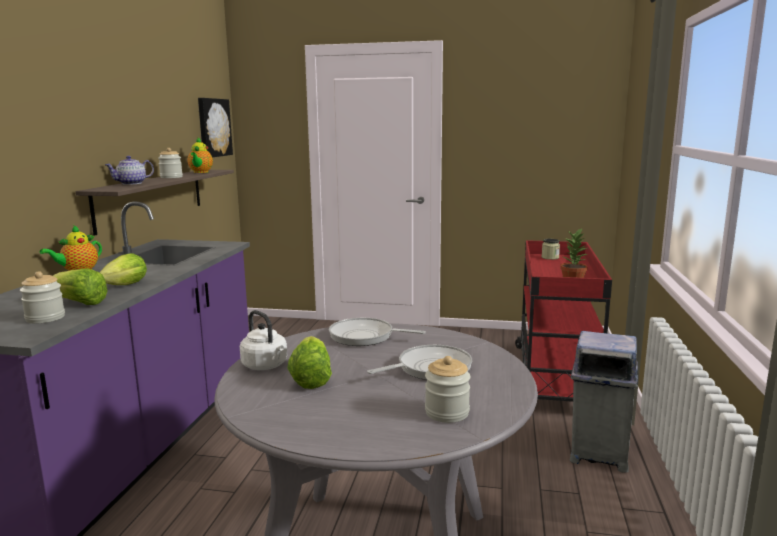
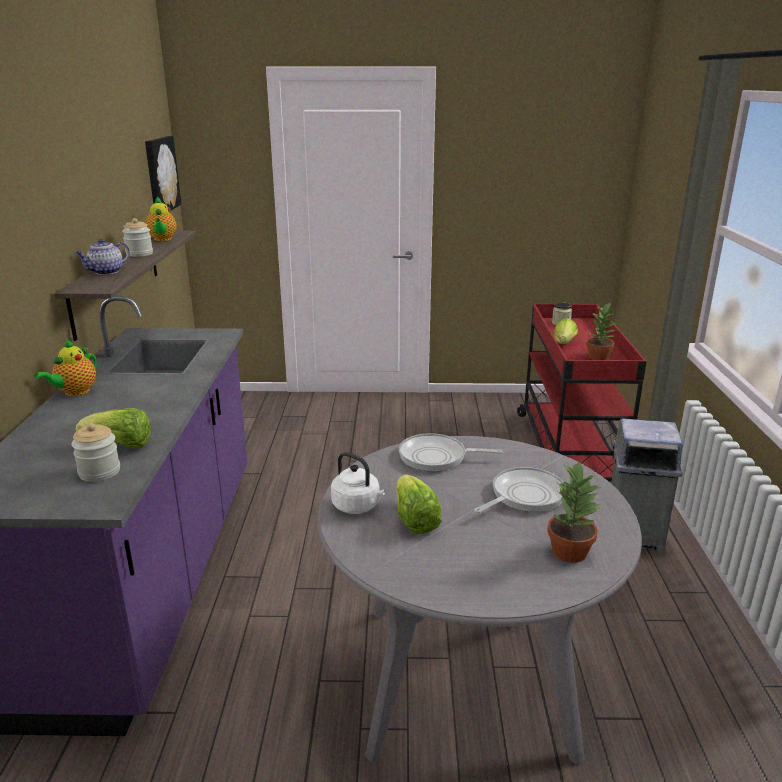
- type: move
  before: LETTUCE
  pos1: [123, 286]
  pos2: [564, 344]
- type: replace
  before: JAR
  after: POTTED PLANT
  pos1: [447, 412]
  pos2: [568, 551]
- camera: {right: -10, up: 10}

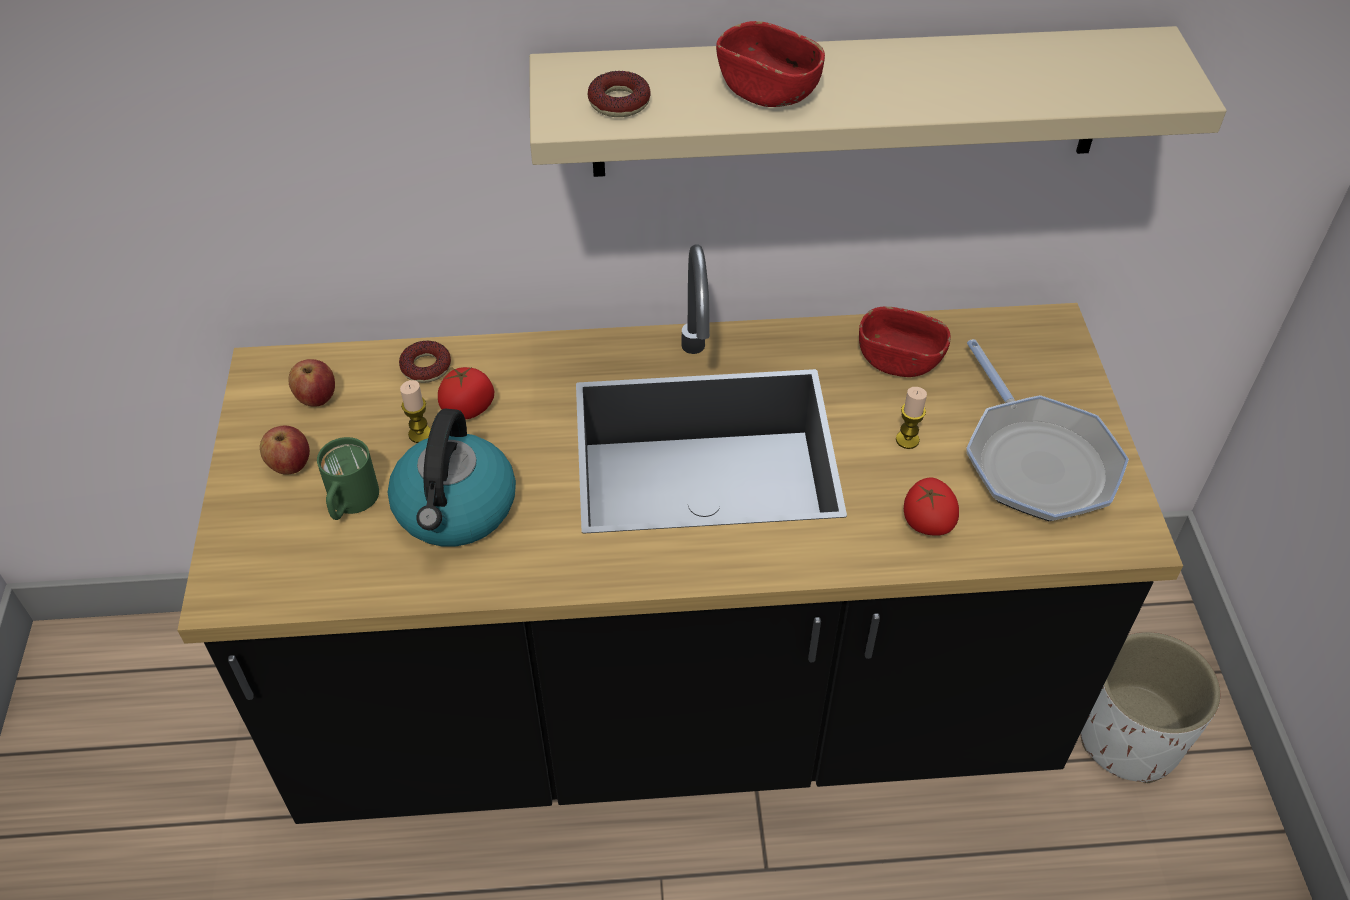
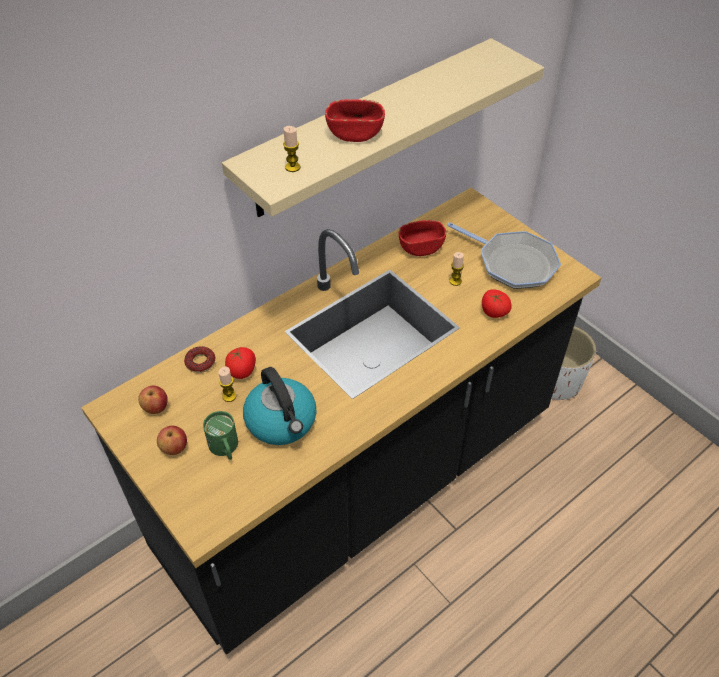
- type: replace
  before: DONUT
  after: CANDLE
  pos1: [619, 102]
  pos2: [292, 167]
- camera: {right: -35, up: 0}

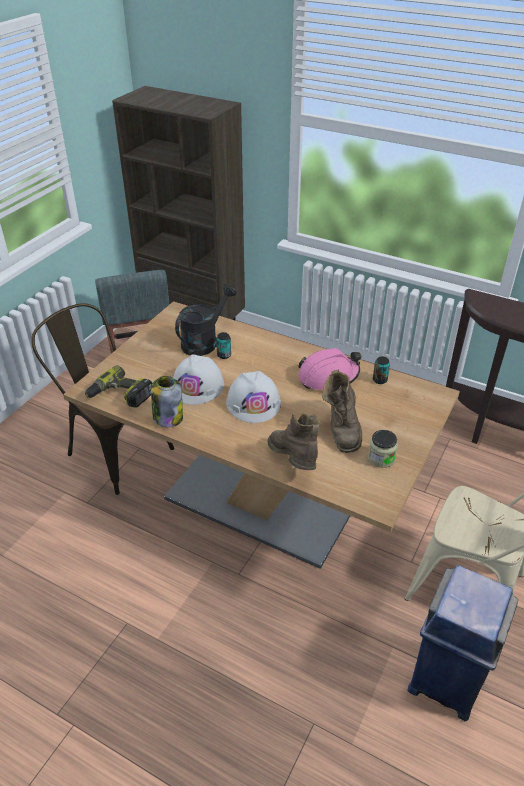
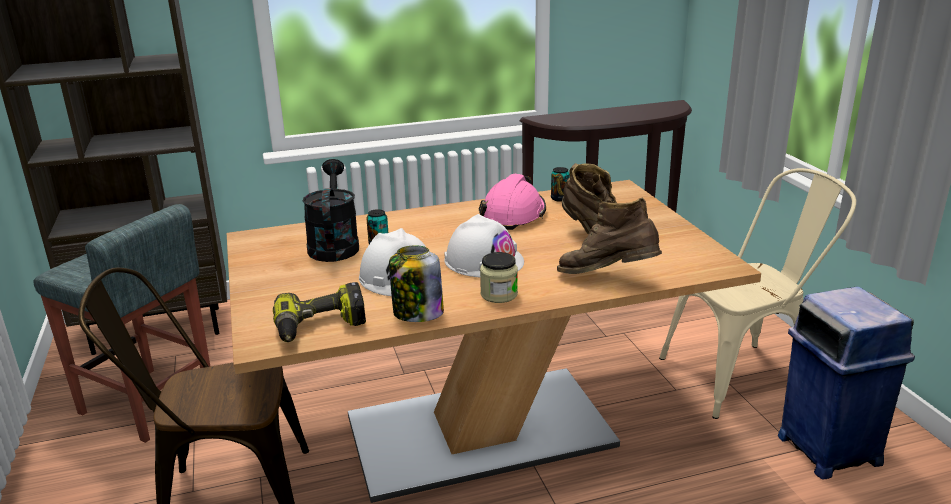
- type: move
  before: JAR
  pos1: [381, 458]
  pos2: [499, 294]
- camera: {right: -45, up: -15}

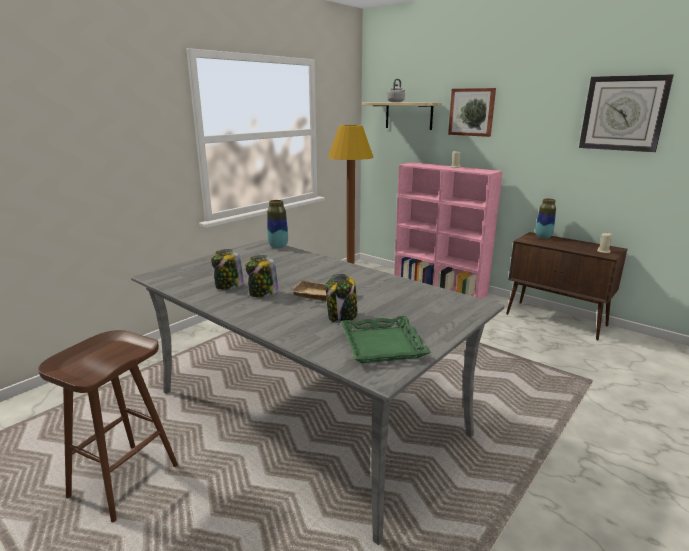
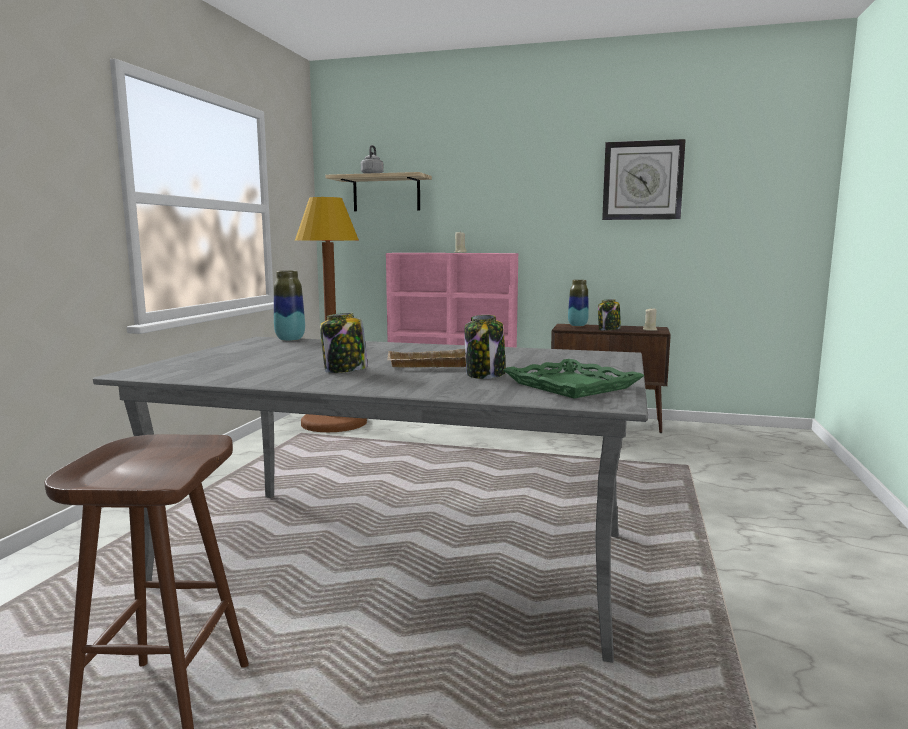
- type: move
  before: JAR
  pos1: [229, 286]
  pos2: [609, 329]
- type: delete
  before: PICTURE
  pos1: [472, 112]
- camera: {right: -25, up: -10}

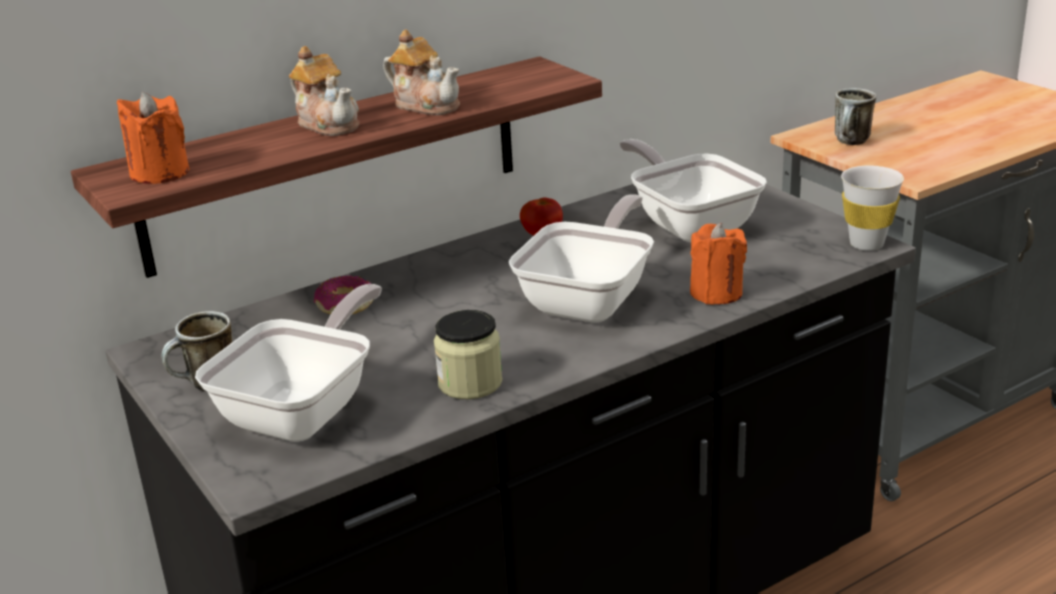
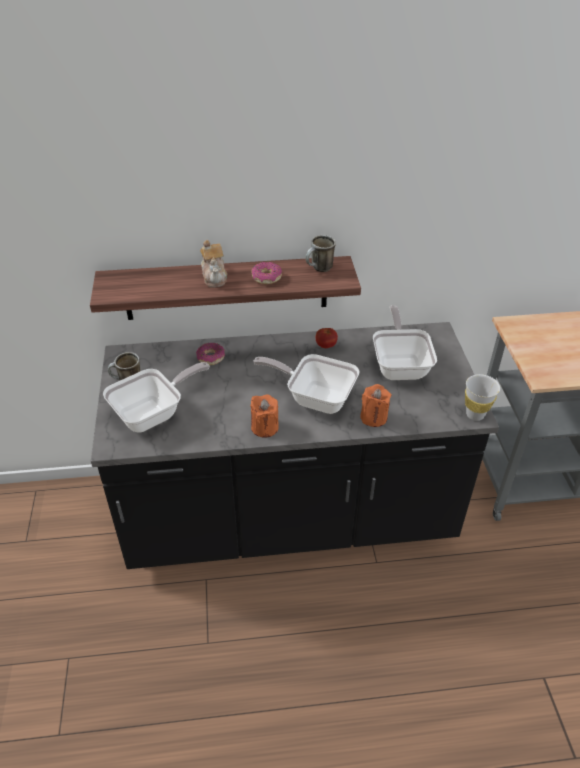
- type: move
  before: ORANGE CANDLE
  pos1: [160, 173]
  pos2: [264, 427]
- type: replace
  before: TEAPOT
  after: DONUT
  pos1: [426, 105]
  pos2: [266, 278]
- type: delete
  before: JAR
  pos1: [470, 383]
- type: rotate
  before: FRYING PAN
  pos1: [591, 299]
  pos2: [315, 397]
  turn: -120
- type: move
  before: MUG
  pos1: [852, 143]
  pos2: [319, 269]
- camera: {right: 25, up: 15}

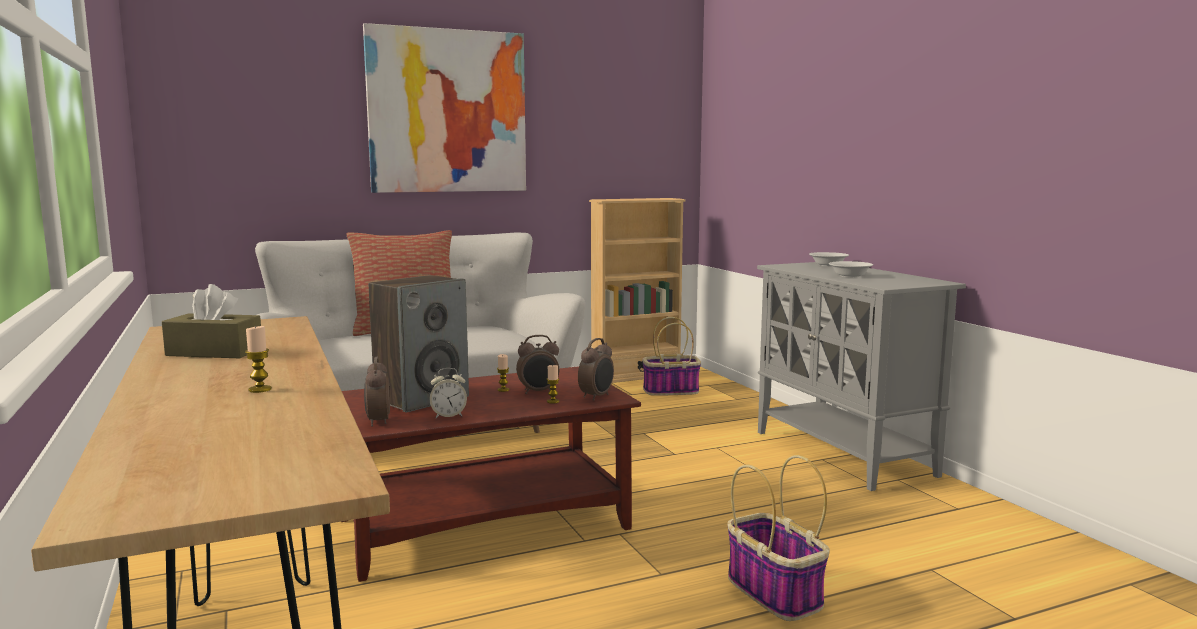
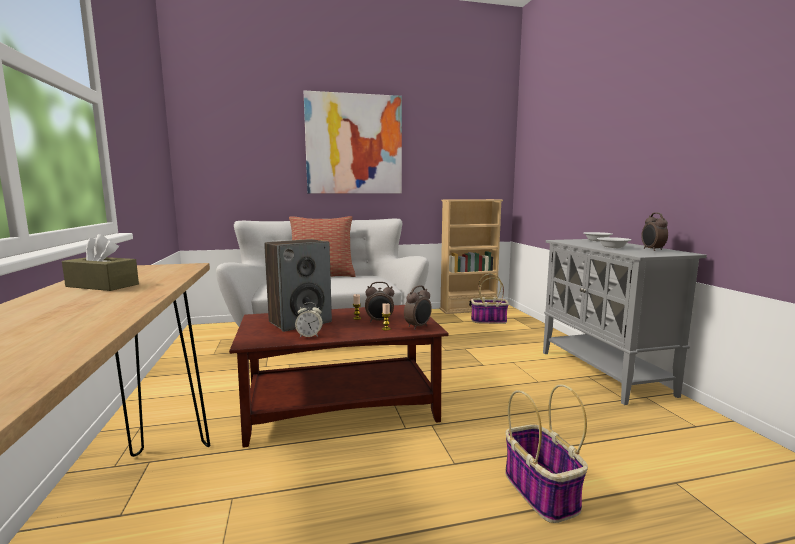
- type: delete
  before: CANDLE
  pos1: [260, 389]
- type: move
  before: ALARM CLOCK
  pos1: [378, 422]
  pos2: [652, 250]
- camera: {right: 10, up: 0}

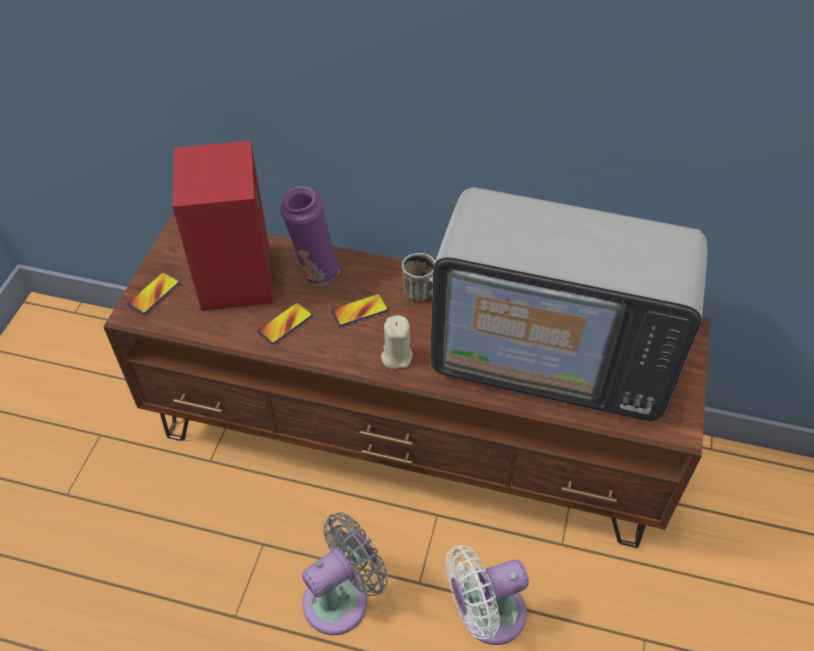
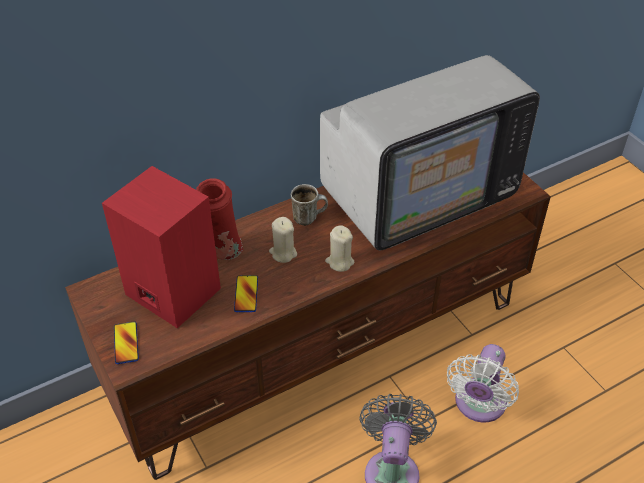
- type: recolor
  before: PURPLE VASE
  after: RED VASE
  pos1: [315, 271]
  pos2: [223, 251]
- type: replace
  before: PHONE
  after: BEIGE CANDLE
  pos1: [359, 311]
  pos2: [283, 253]
- camera: {right: -45, up: -5}

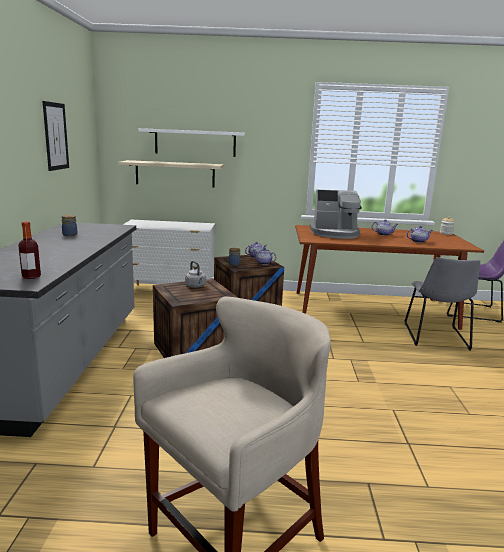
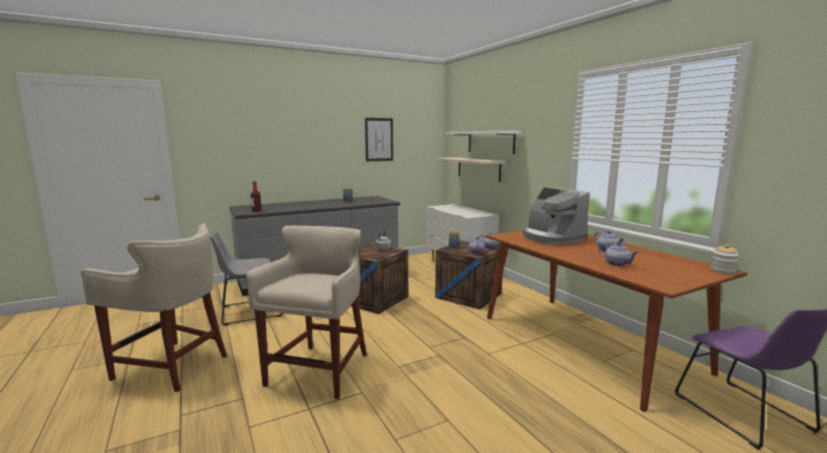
- type: move
  before: GREY CHAIR
  pos1: [436, 337]
  pos2: [248, 311]
- type: insert
  after: BEIGE STOOL
  pos2: [319, 371]
- camera: {right: 60, up: -5}

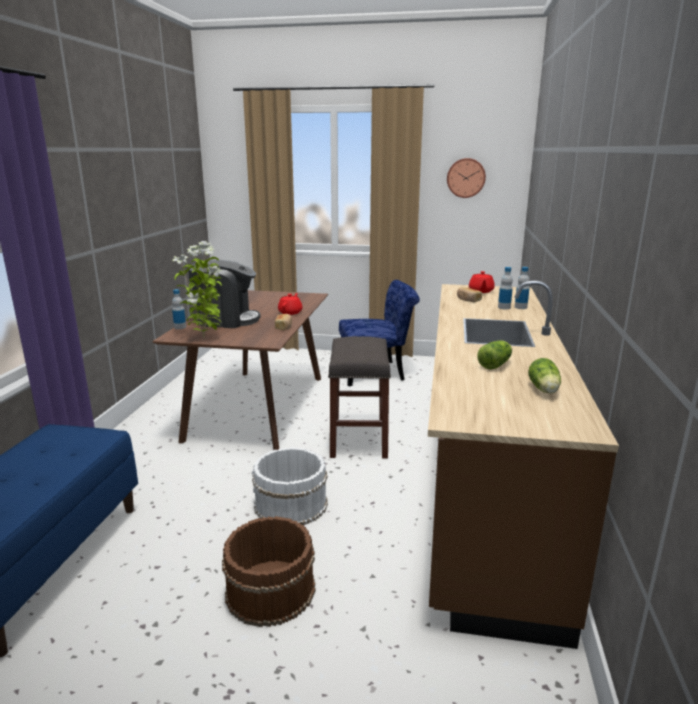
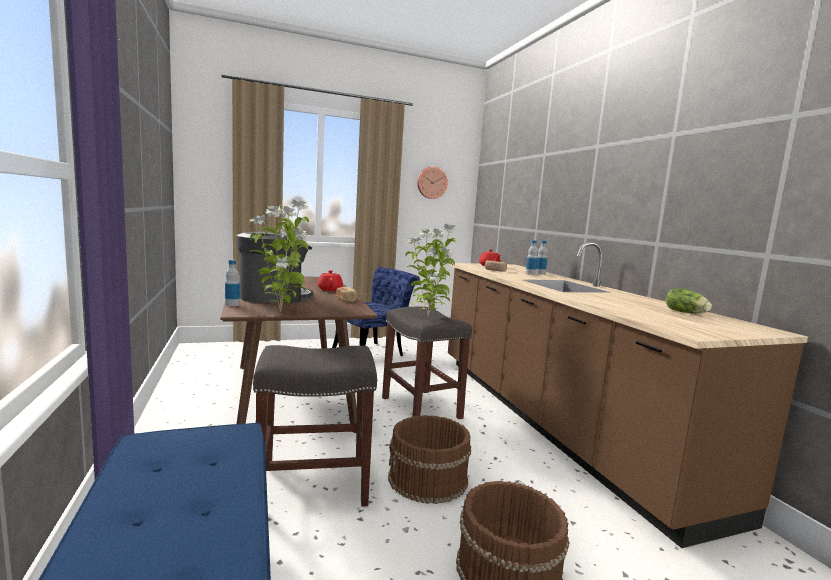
- type: recolor
  before: WHITE BUCKET
  after: BROWN BUCKET
  pos1: [290, 505]
  pos2: [428, 479]
- type: delete
  before: LETTUCE
  pos1: [496, 364]
- type: insert
  after: GREY STOOL
  pos2: [312, 485]
- type: insert
  after: POTTED PLANT
  pos2: [428, 317]
- camera: {right: -30, up: -10}

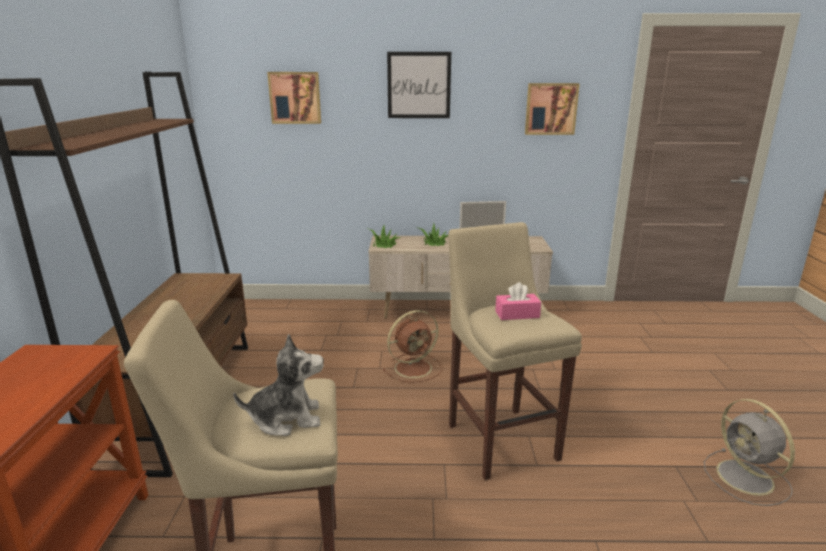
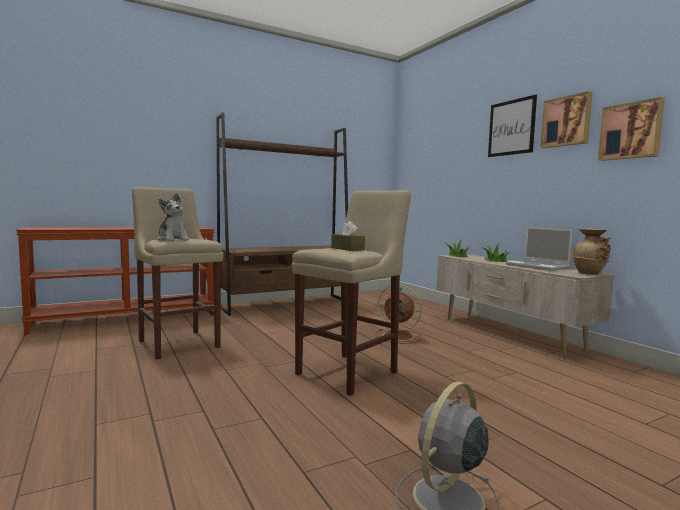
- type: move
  before: PICTURE
  pos1: [295, 97]
  pos2: [566, 121]
- type: recolor
  before: PINK TISSUE BOX
  after: BROWN TISSUE BOX
  pos1: [517, 314]
  pos2: [347, 249]
- type: insert
  after: BEIGE VASE
  pos2: [590, 273]
- camera: {right: 60, up: -15}

